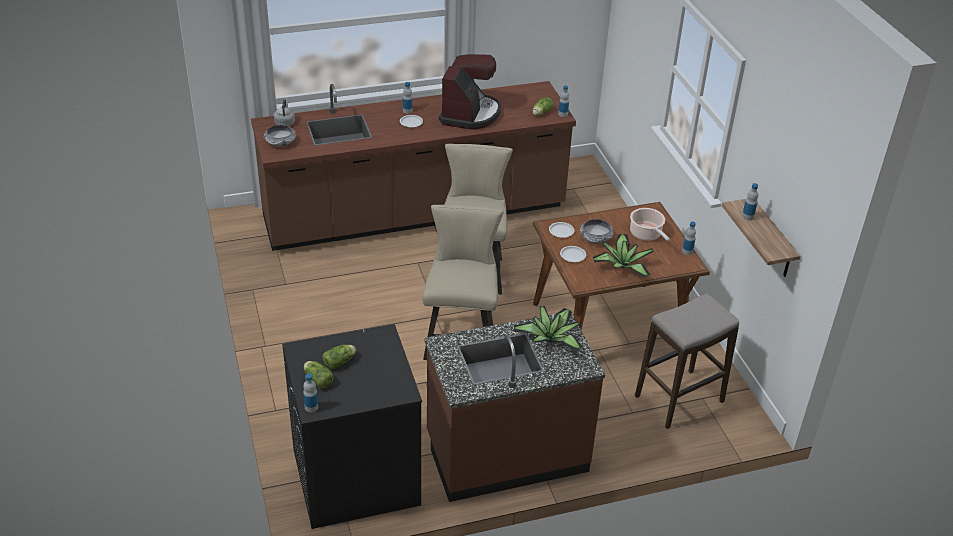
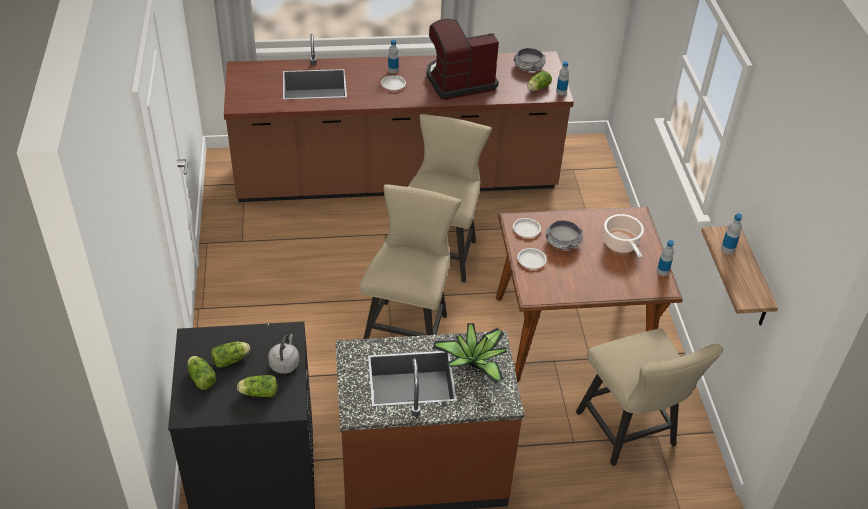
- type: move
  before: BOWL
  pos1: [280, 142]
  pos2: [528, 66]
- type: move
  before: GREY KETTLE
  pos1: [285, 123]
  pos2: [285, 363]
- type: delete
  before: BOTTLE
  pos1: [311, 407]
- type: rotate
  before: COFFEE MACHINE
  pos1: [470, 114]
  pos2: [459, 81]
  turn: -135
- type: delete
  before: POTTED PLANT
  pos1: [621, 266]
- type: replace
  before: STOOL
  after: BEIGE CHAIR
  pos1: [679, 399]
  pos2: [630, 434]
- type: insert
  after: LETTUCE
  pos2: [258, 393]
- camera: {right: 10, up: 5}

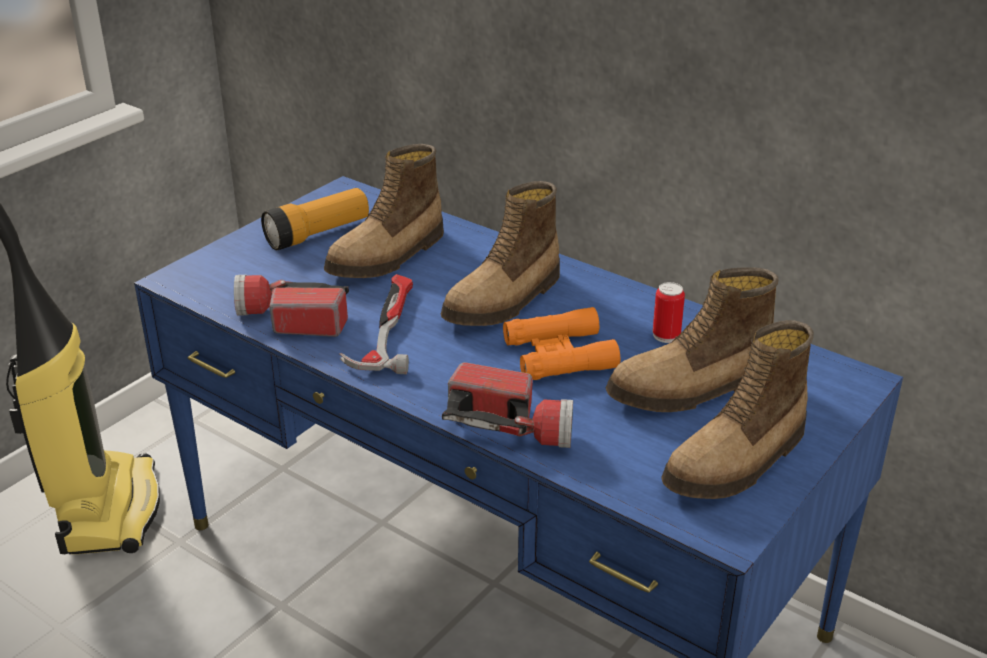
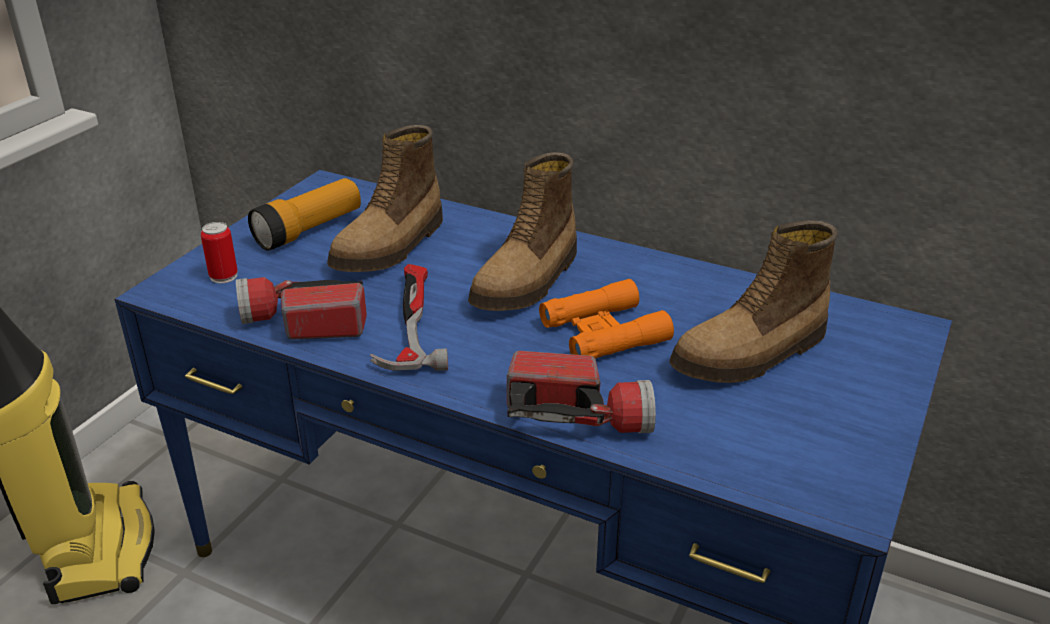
- type: move
  before: CAN
  pos1: [666, 335]
  pos2: [223, 276]
- type: delete
  before: BOOT
  pos1: [738, 462]
- camera: {right: -10, up: 0}

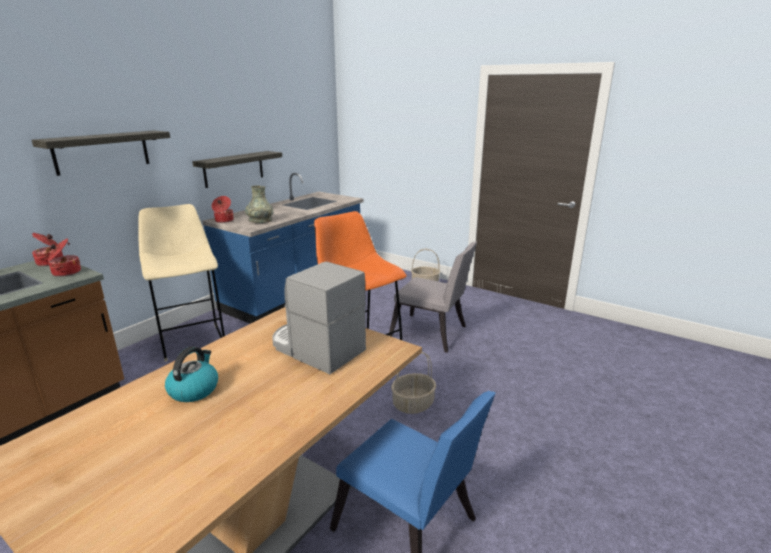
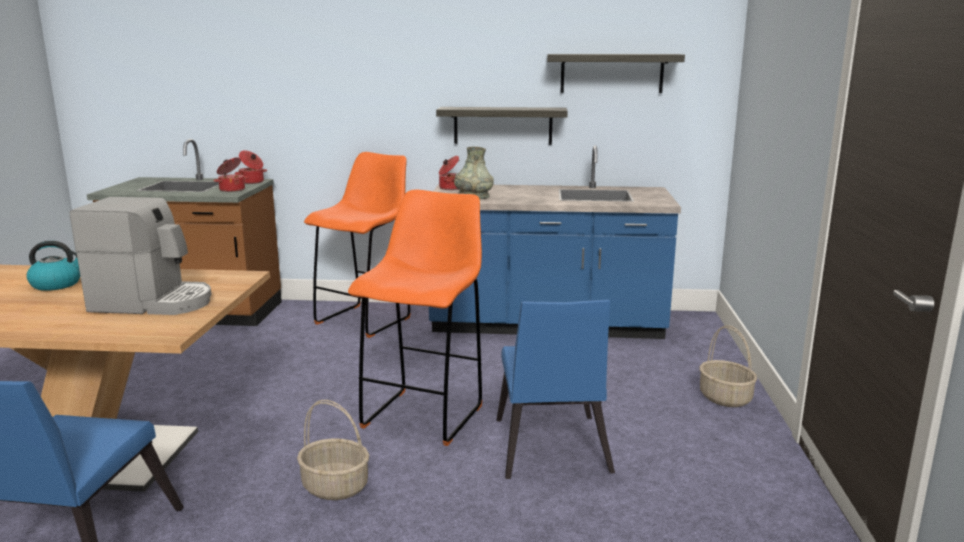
- type: move
  before: SHELF
  pos1: [102, 152]
  pos2: [611, 73]
- type: recolor
  before: BEIGE STOOL
  after: ORANGE STOOL
  pos1: [192, 341]
  pos2: [365, 320]
- type: rotate
  before: COFFEE MACHINE
  pos1: [316, 348]
  pos2: [153, 303]
  turn: 90
- type: recolor
  before: GREY CHAIR
  after: BLUE CHAIR
  pos1: [432, 334]
  pos2: [550, 451]
- camera: {right: 60, up: -5}

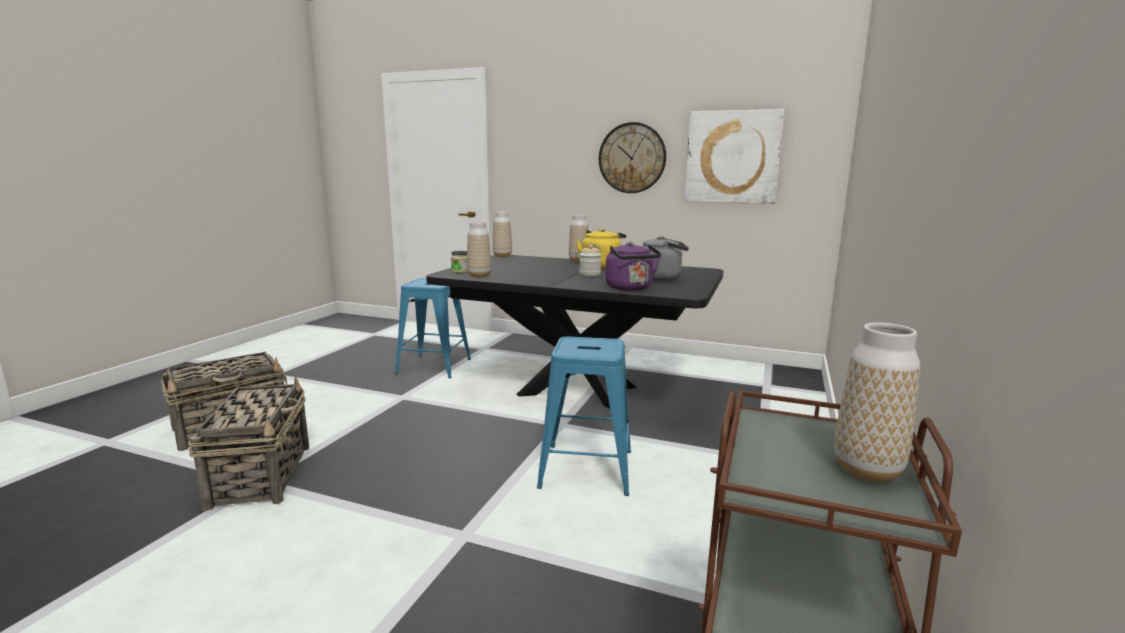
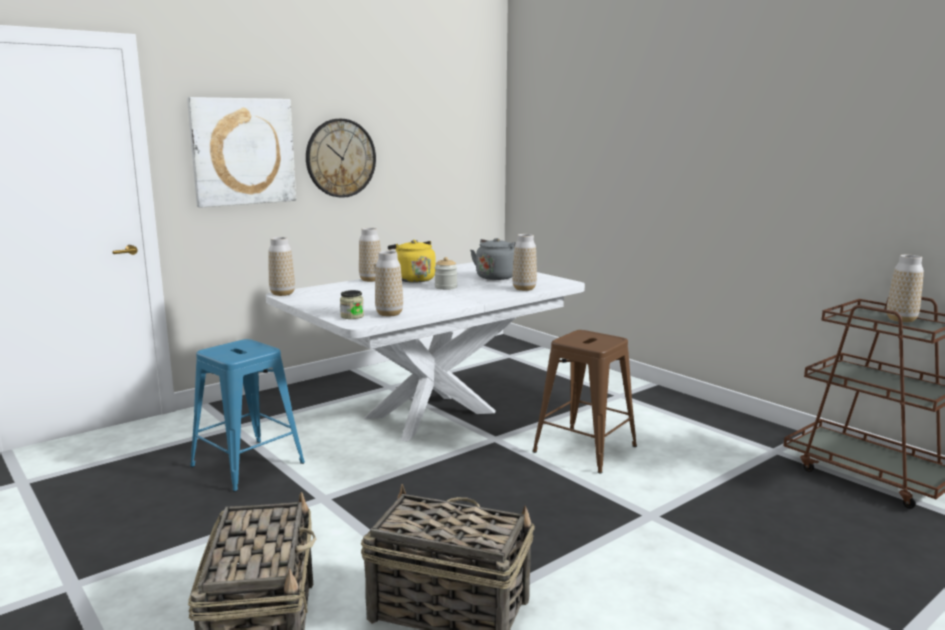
- type: recolor
  before: BLACK DINING TABLE
  after: WHITE DINING TABLE
  pos1: [578, 391]
  pos2: [431, 415]
- type: recolor
  before: BLUE STOOL
  after: BROWN STOOL
  pos1: [587, 468]
  pos2: [584, 449]
- type: replace
  before: PURPLE KETTLE
  after: VASE
  pos1: [630, 288]
  pos2: [524, 289]
- type: move
  before: PICTURE
  pos1: [732, 157]
  pos2: [243, 151]
- camera: {right: -60, up: 0}

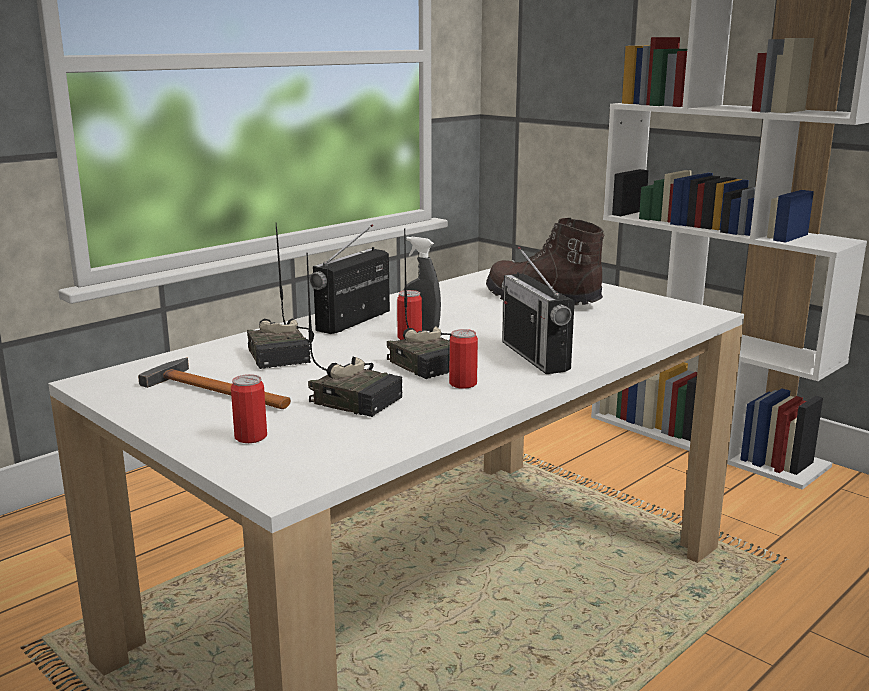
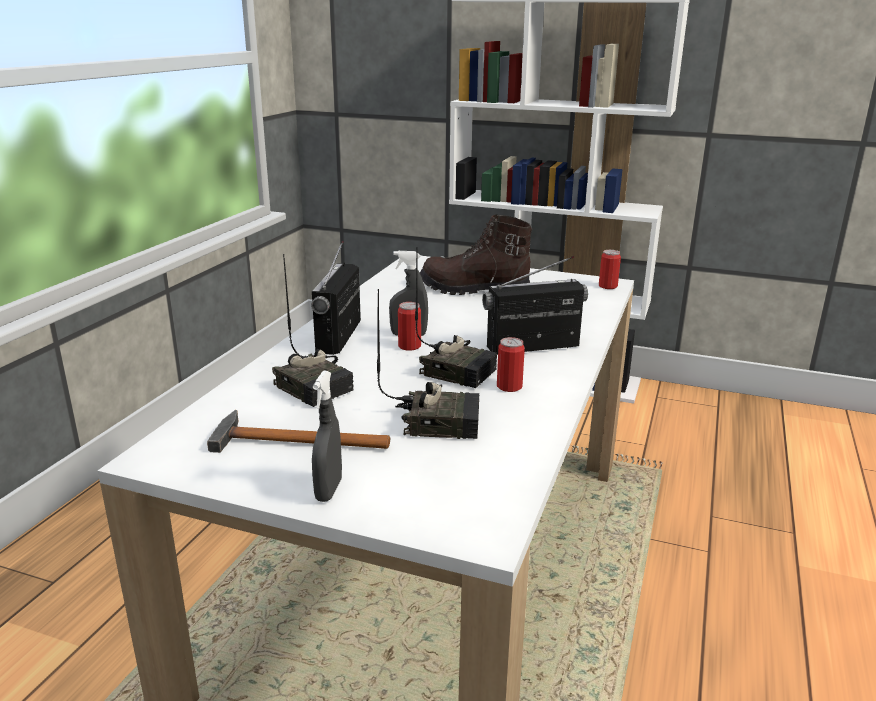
- type: move
  before: CAN
  pos1: [250, 437]
  pos2: [608, 286]
- type: rotate
  before: RADIO
  pos1: [535, 356]
  pos2: [533, 347]
  turn: 120
- type: insert
  after: GREY SPRAY BOTTLE
  pos2: [328, 490]
- camera: {right: -25, up: 5}

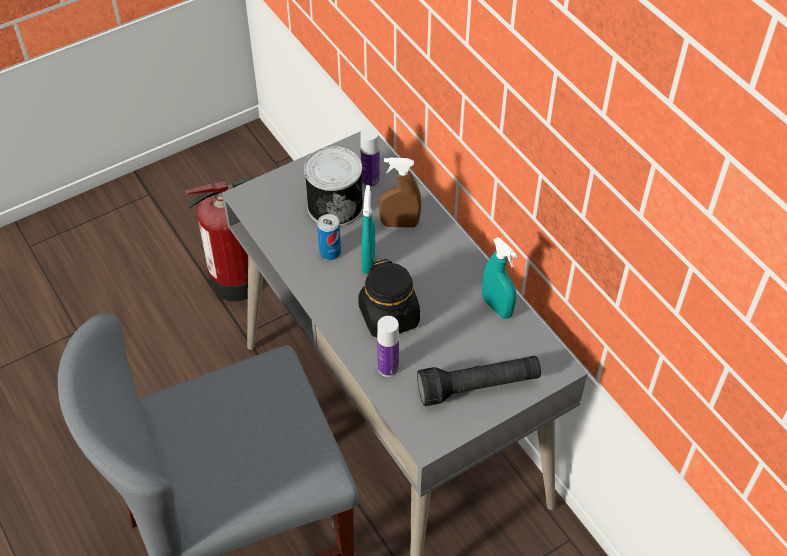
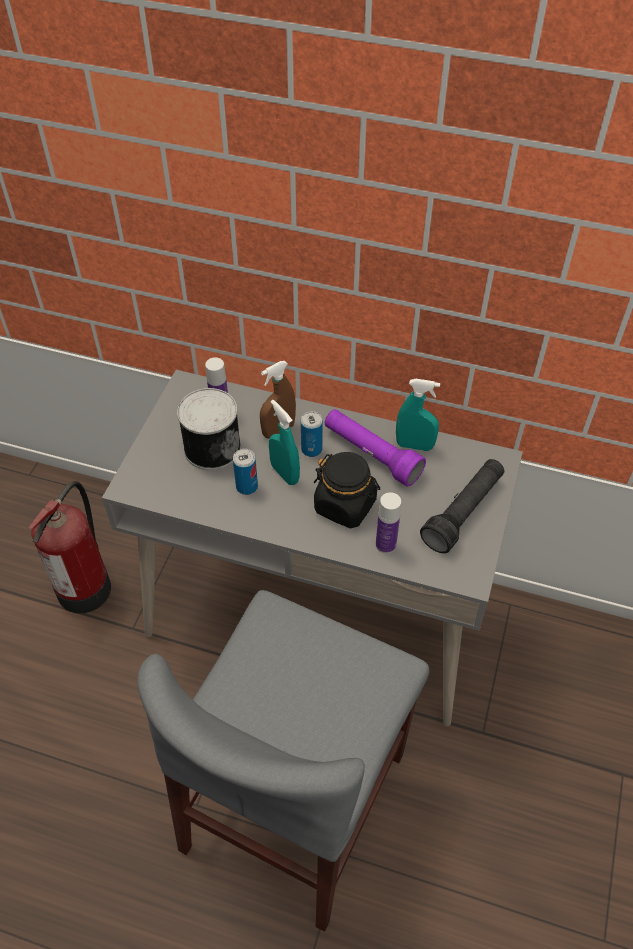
- type: insert
  after: CAN
  pos2: [311, 449]
- type: insert
  after: PURPLE FLASHLIGHT
  pos2: [371, 454]
- camera: {right: -40, up: 0}

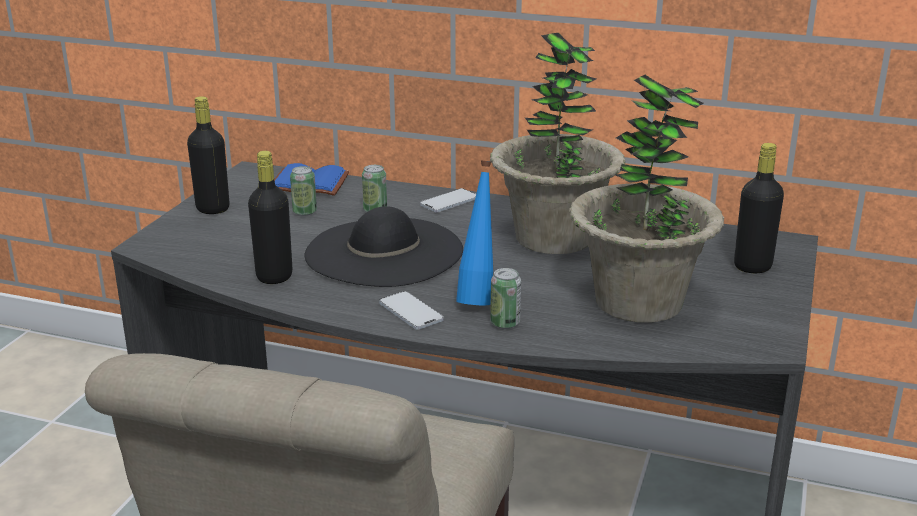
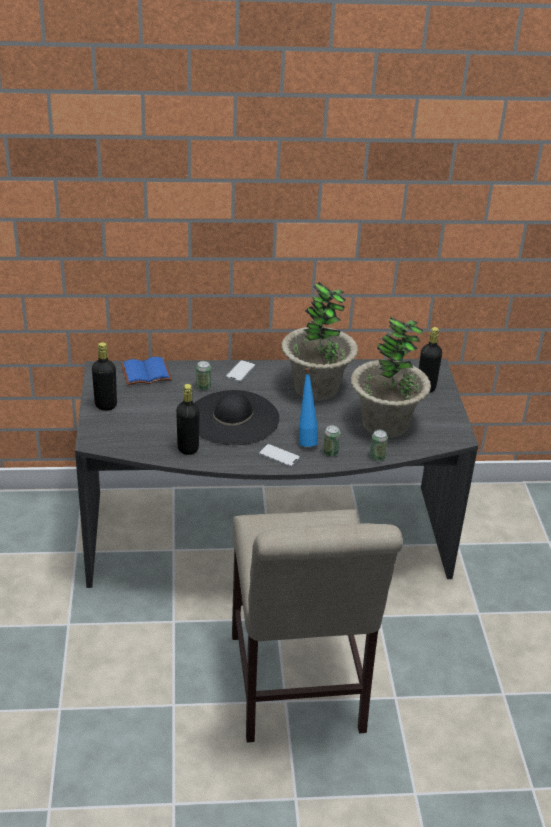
- type: move
  before: CAN
  pos1: [304, 212]
  pos2: [377, 457]
- camera: {right: -25, up: 10}

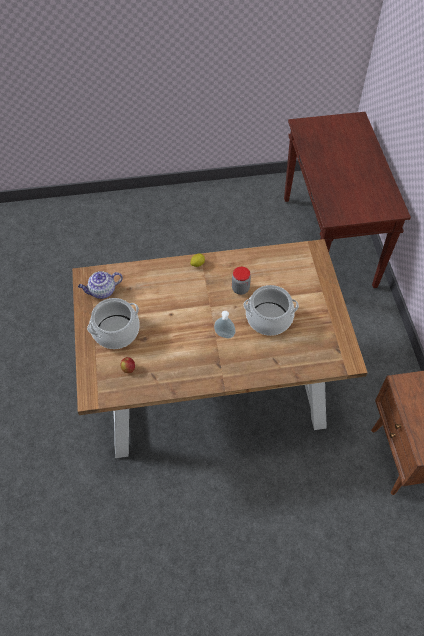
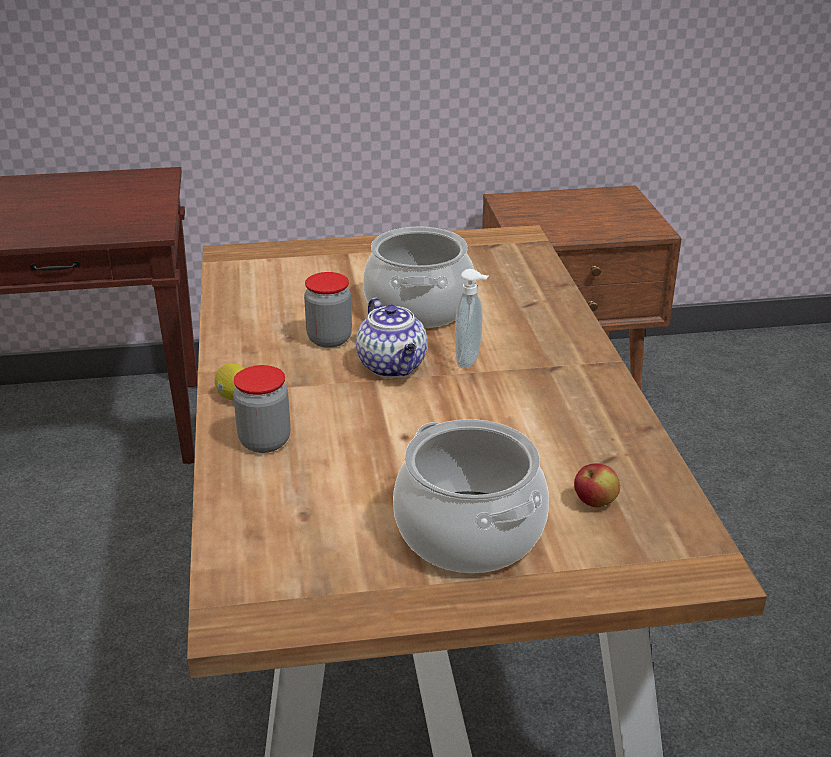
- type: move
  before: TEAPOT
  pos1: [102, 291]
  pos2: [393, 367]
- type: insert
  after: JAR
  pos2: [264, 441]
- camera: {right: -90, up: -25}

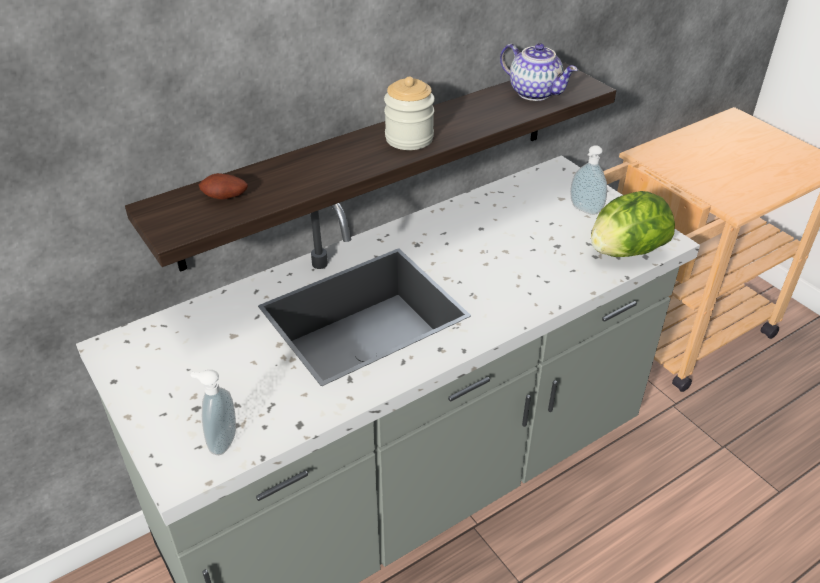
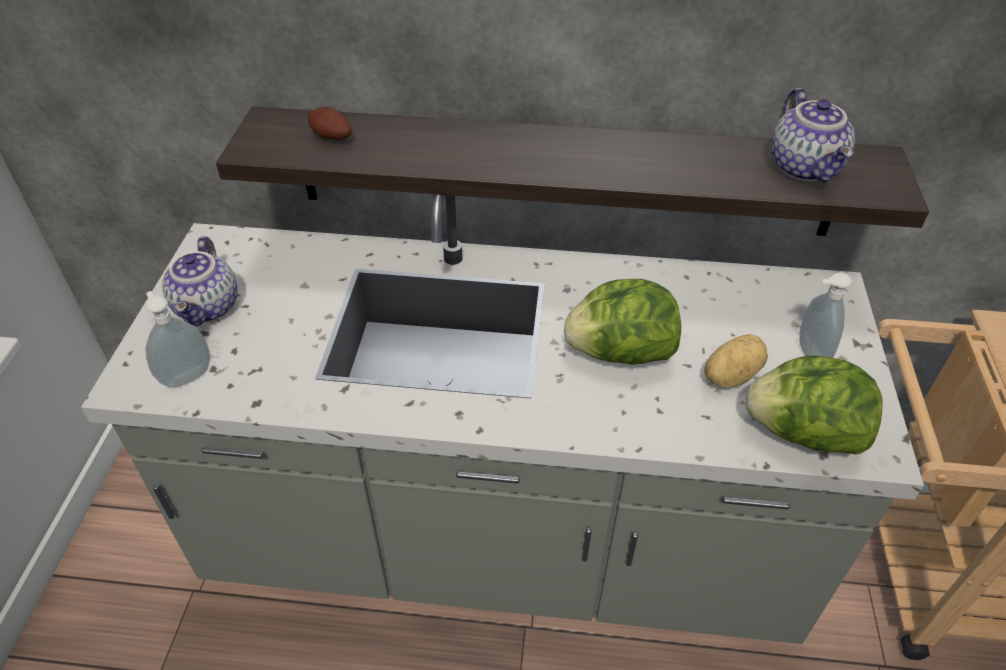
- type: delete
  before: JAR
  pos1: [409, 138]
- type: insert
  after: TEAPOT
  pos2: [209, 308]
- type: insert
  after: LETTUCE
  pos2: [620, 353]
- type: insert
  after: POTATO
  pos2: [729, 375]
- camera: {right: 40, up: 5}

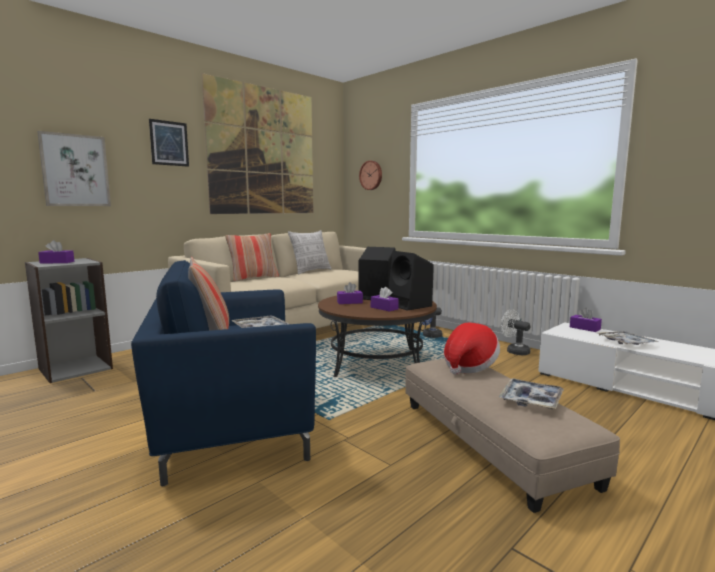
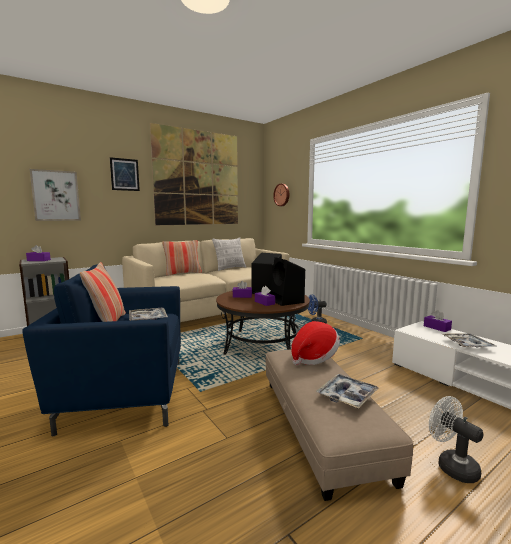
- type: move
  before: WHITE FAN
  pos1: [514, 351]
  pos2: [451, 465]
- camera: {right: 10, up: 0}

